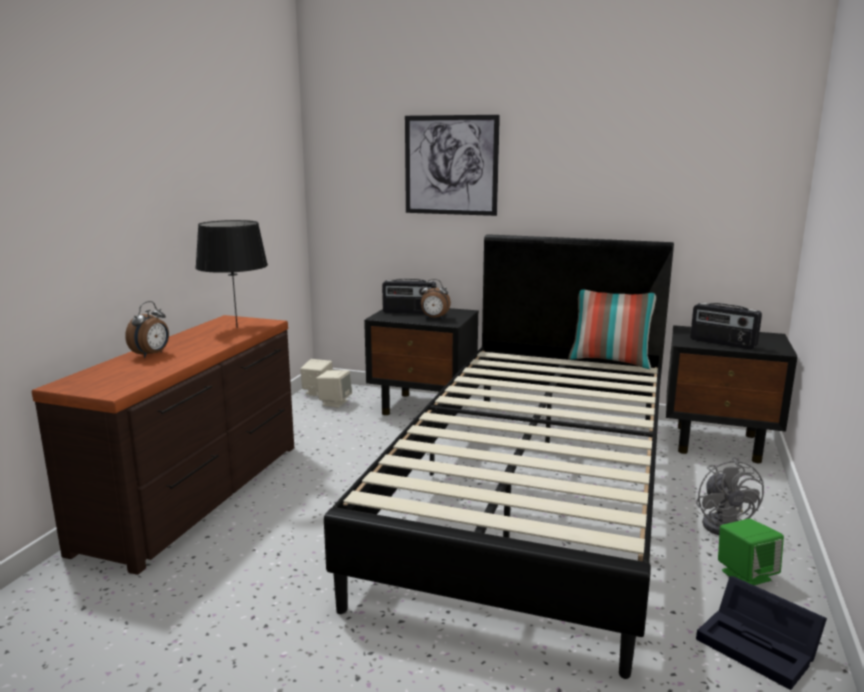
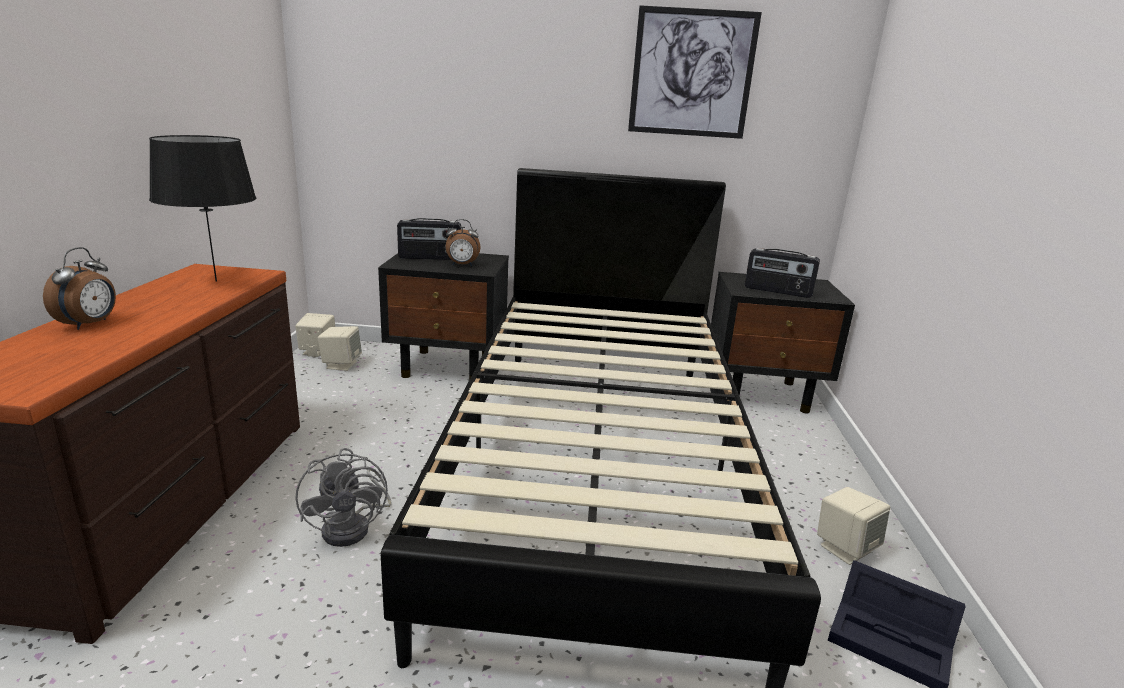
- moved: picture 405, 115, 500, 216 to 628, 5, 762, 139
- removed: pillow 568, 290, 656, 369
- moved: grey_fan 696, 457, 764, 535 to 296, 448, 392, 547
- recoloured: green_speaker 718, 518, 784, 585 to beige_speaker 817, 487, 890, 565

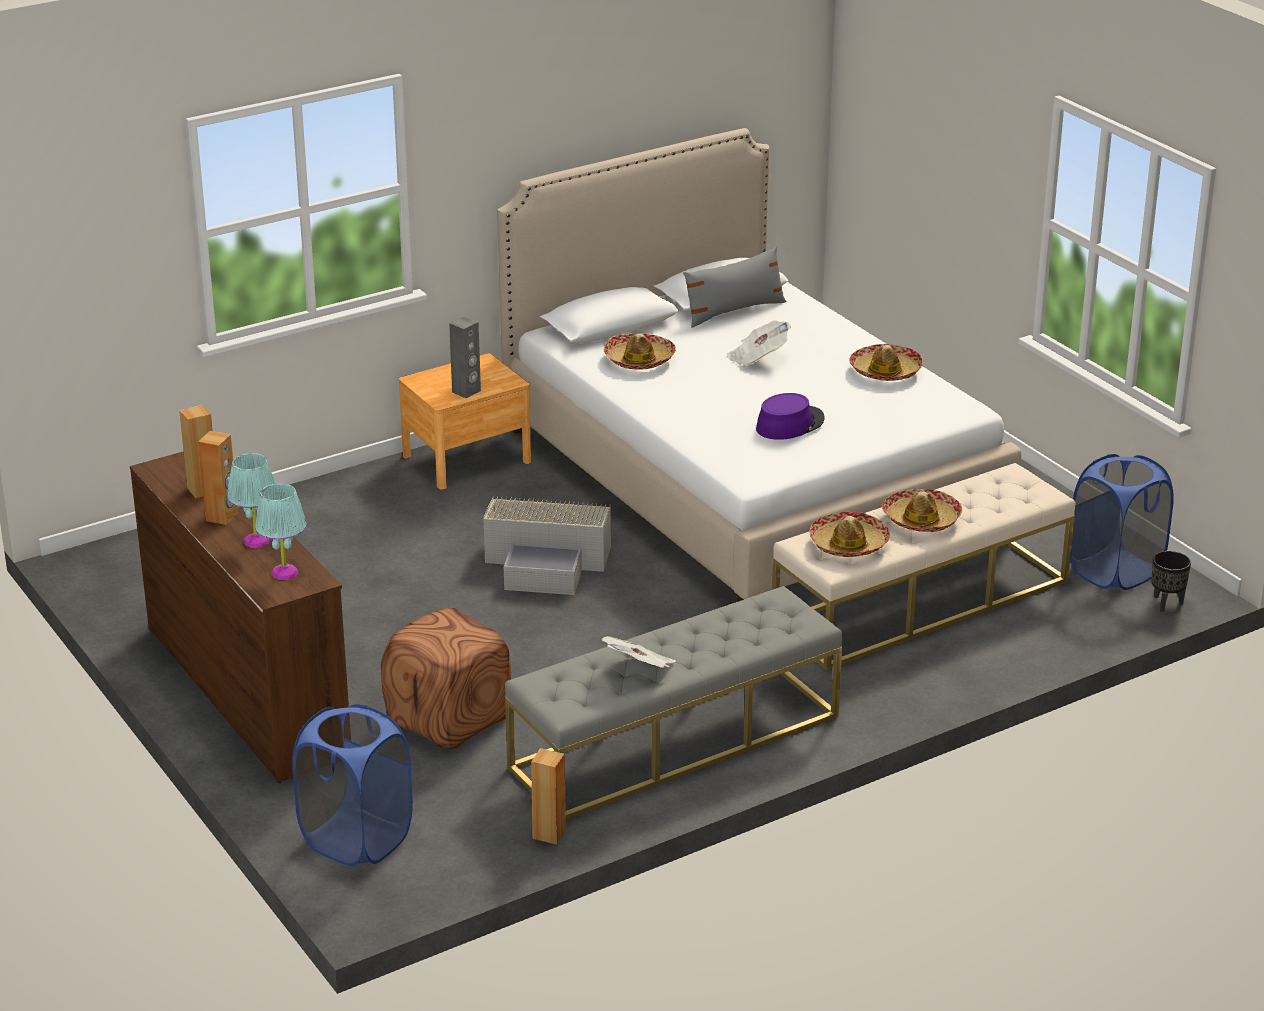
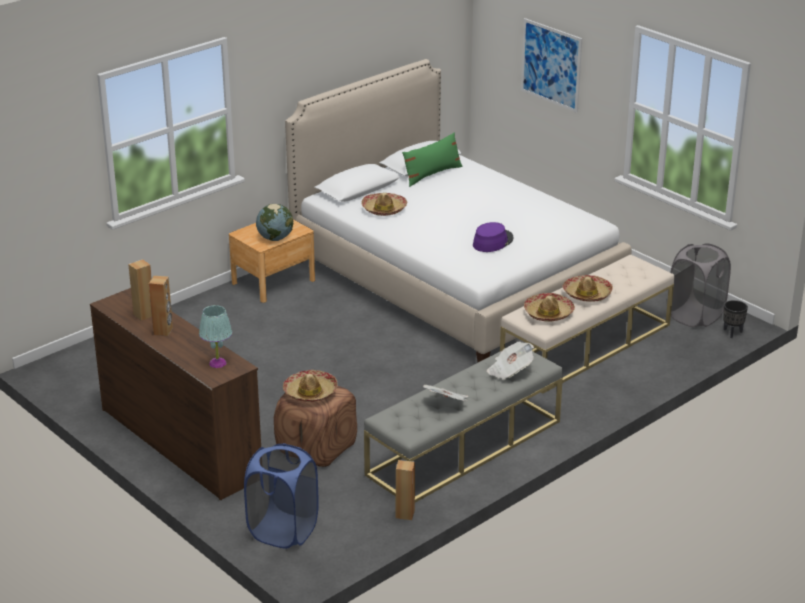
- recoloured: grey_pillow 683, 247, 787, 328 to green_pillow 402, 132, 463, 187
- replaced: grey_speaker 449, 317, 481, 398 to globe 256, 204, 293, 241
- moved: newspaper 727, 320, 791, 367 to 487, 341, 534, 380
- moved: hat 849, 344, 923, 381 to 283, 370, 338, 402
- removed: turquoise_table_lamp 227, 453, 275, 548
- recoloured: blue_laundry_basket 1070, 454, 1174, 590 to grey_laundry_basket 668, 243, 731, 327
- removed: grey_storage_box 483, 496, 611, 595
- added: picture 521, 18, 582, 113

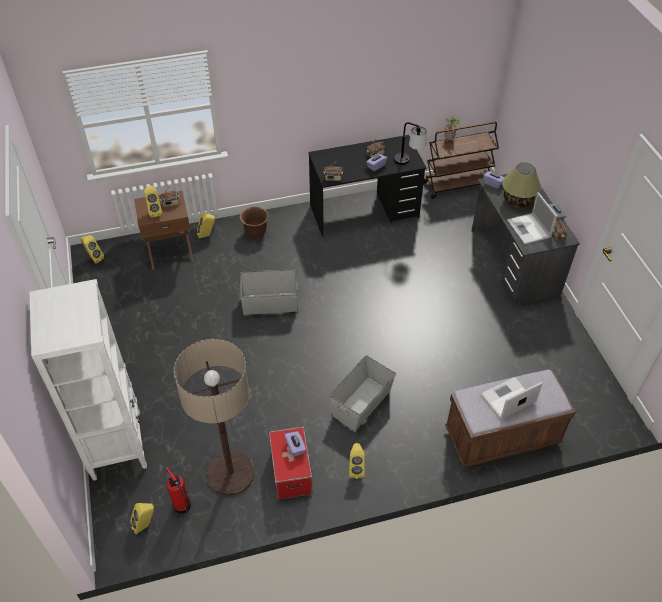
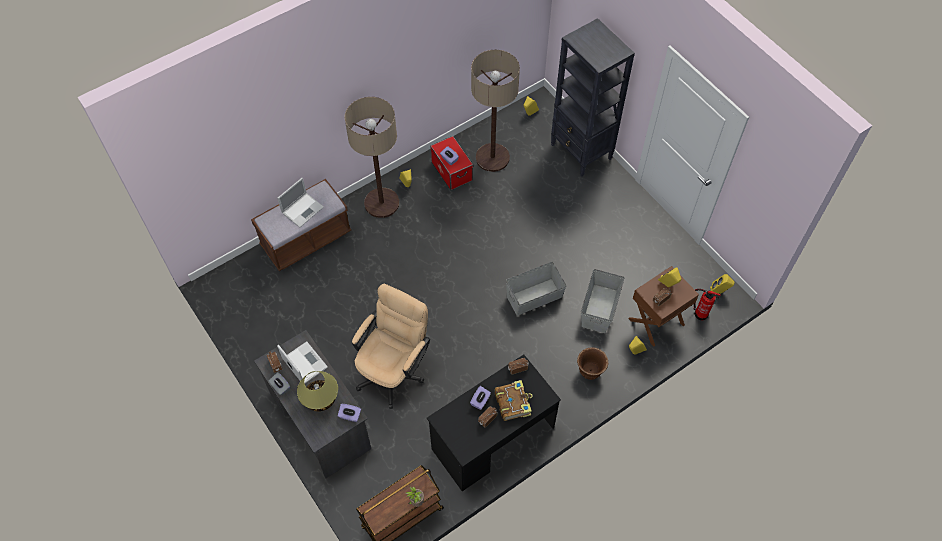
- removed: table_lamp 394, 122, 427, 165
- recoloured: white_bookcase 30, 279, 147, 480 to black_bookcase 551, 18, 635, 177
- moved: grey_storage_box 329, 355, 396, 431 to 581, 269, 624, 333
- moved: fire_extinguisher 166, 467, 191, 514 to 693, 289, 721, 320
- added: floor_lamp 345, 97, 399, 218
- added: beige_office_chair 352, 284, 430, 409
- added: book 495, 380, 533, 421

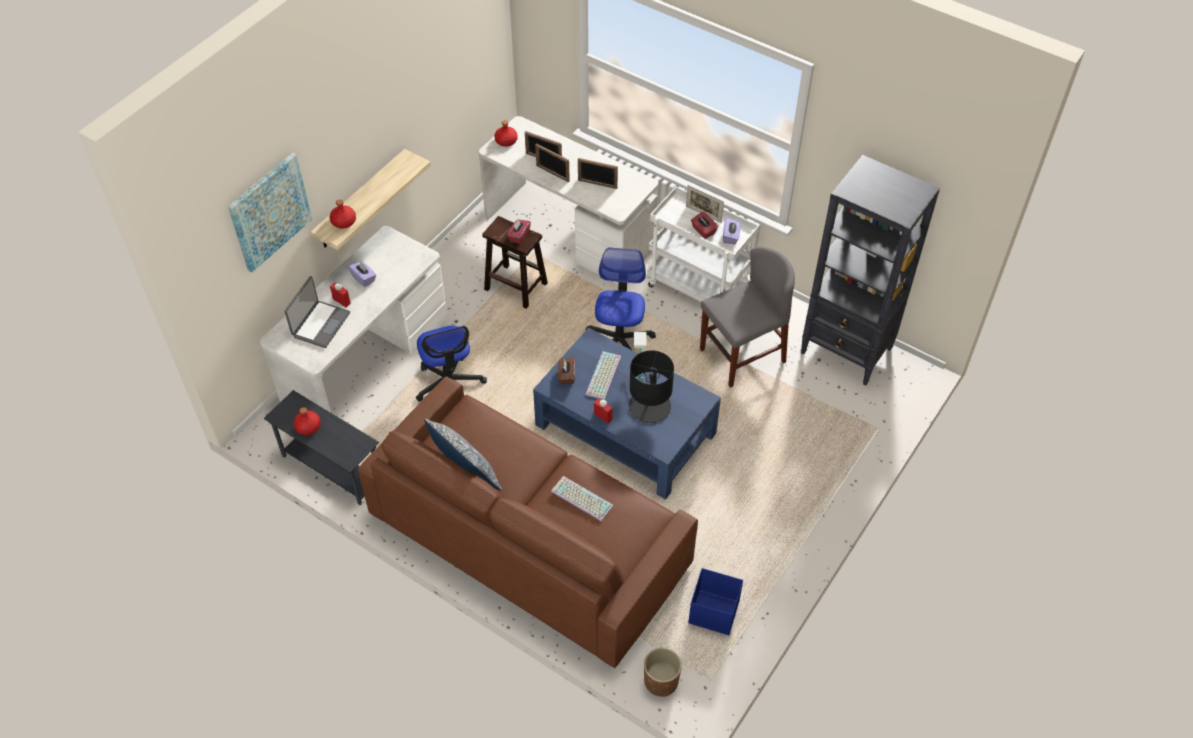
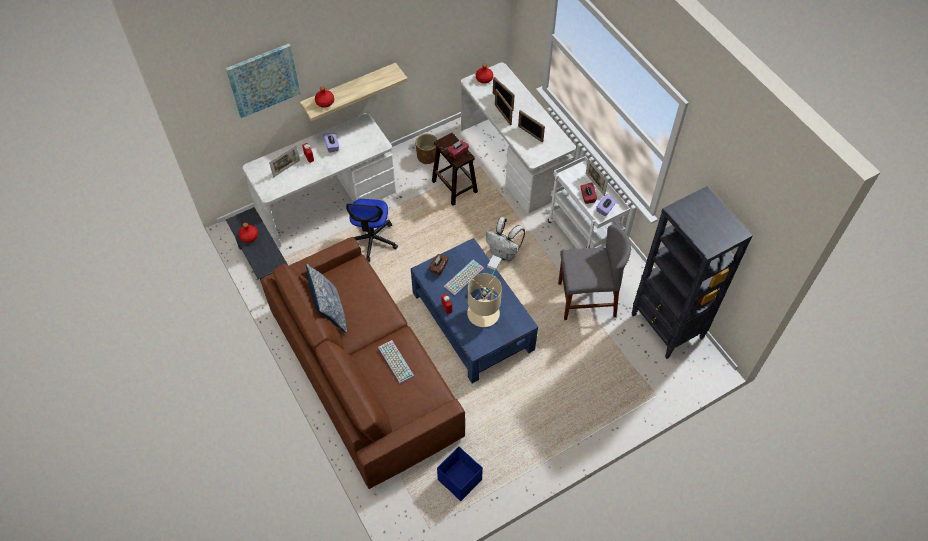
- replaced: office_chair 585, 248, 656, 350 to white_backpack 486, 217, 525, 262
- replaced: laptop 284, 276, 350, 348 to picture_frame 269, 145, 300, 178
- recoloured: black_table_lamp 629, 350, 674, 423 to beige_table_lamp 467, 273, 502, 327
- moved: brown_planter 644, 648, 682, 697 to 416, 134, 437, 164

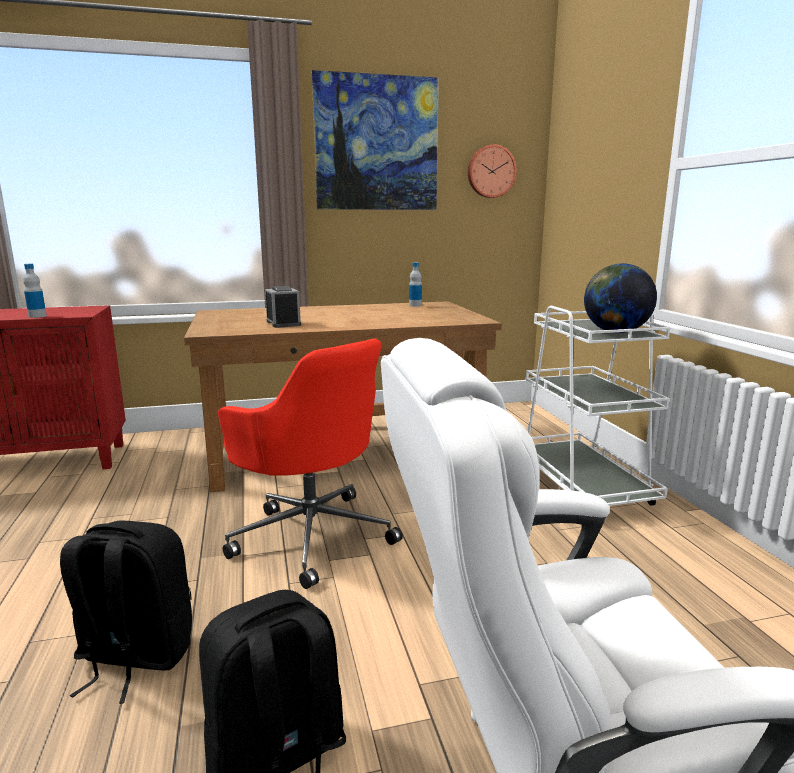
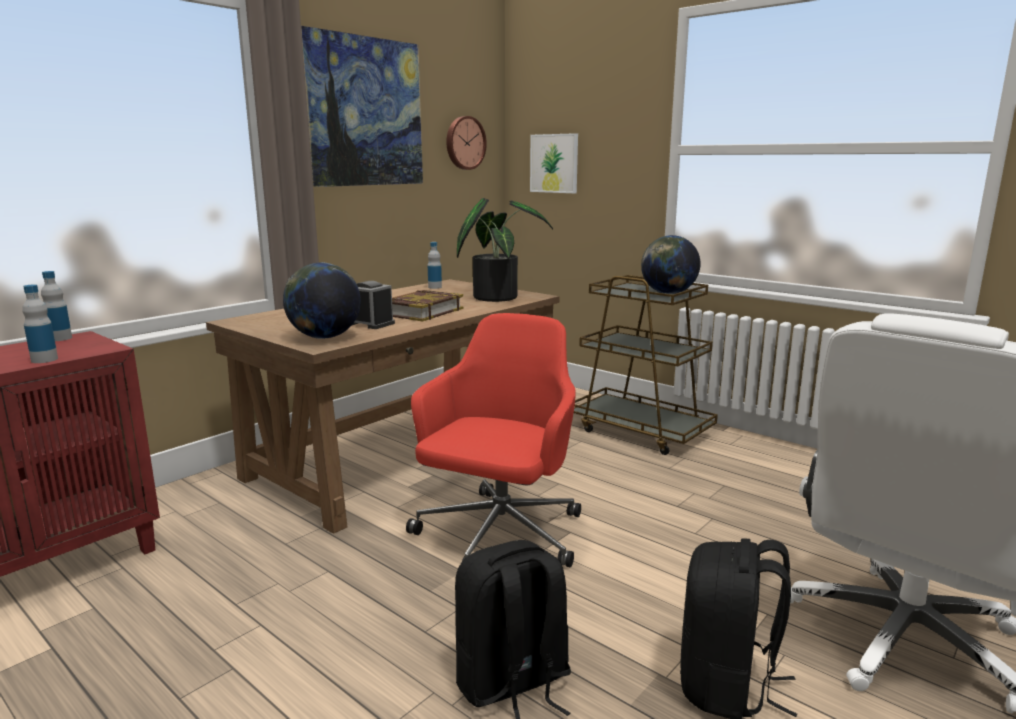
- recoloured: white_cart 526, 306, 671, 506 to brown_cart 574, 275, 718, 455
- turned: red_office_chair 218, 339, 403, 589 = 406, 313, 581, 567 75 degrees counterclockwise
- added: picture 530, 133, 578, 193
- added: potted_plant 457, 198, 553, 302
- added: globe 283, 262, 361, 339
- added: bottle 41, 271, 72, 341
- added: book 392, 290, 464, 321

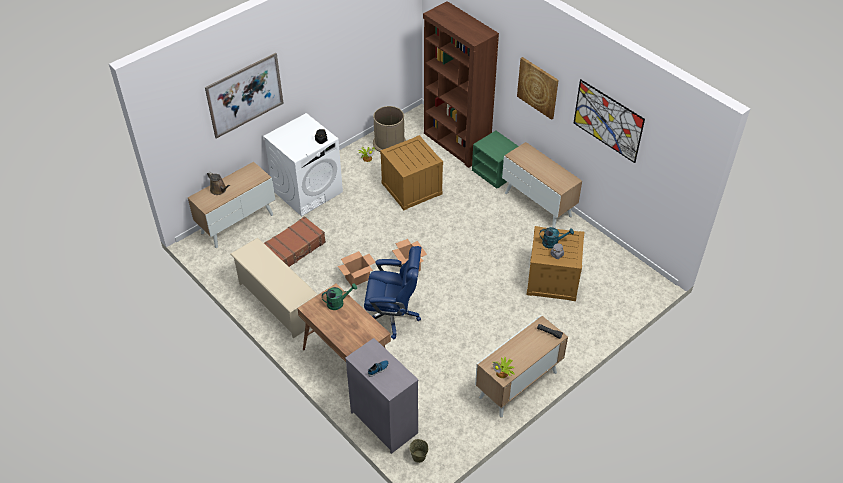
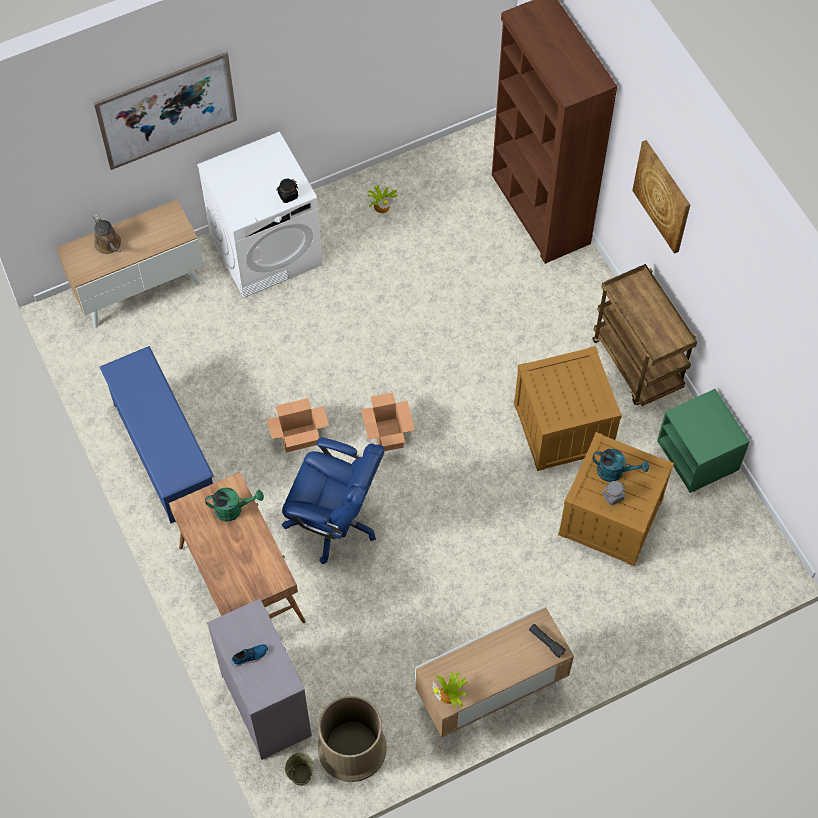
- removed: picture 574, 79, 645, 163
- moved: brown_trash_can 373, 106, 406, 152 to 318, 696, 387, 782
- moved: green_nightstand 472, 131, 518, 189 to 657, 389, 750, 493
- moved: crate 380, 135, 443, 210 to 514, 346, 622, 471
- replaced: cabinet 502, 142, 582, 228 to brown_cart 592, 264, 697, 406
- removed: brown_suitcase 264, 216, 326, 267
- recoloured: beige_shoe_rack 231, 238, 318, 338 to blue_shoe_rack 100, 346, 214, 523

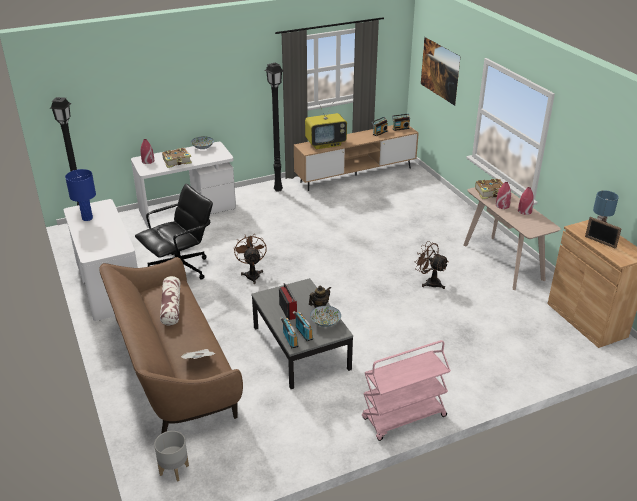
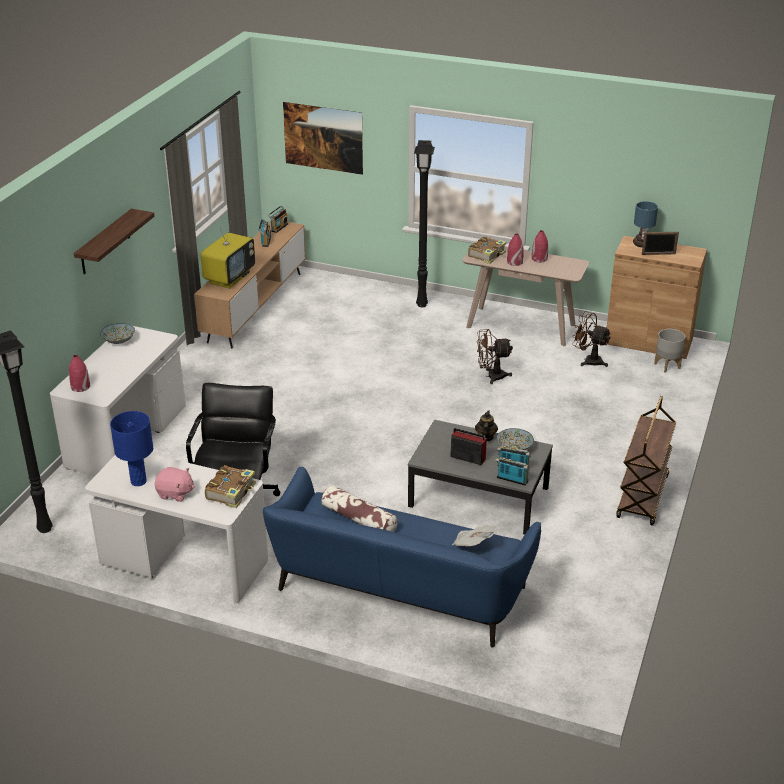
- moved: black_floor_lamp 264, 63, 283, 192 to 414, 140, 435, 307
- moved: book 162, 148, 192, 168 to 205, 465, 256, 508
- moved: brown_fan 234, 233, 267, 284 to 572, 311, 611, 367
- recoloured: brown_sofa 100, 257, 243, 434 to blue_sofa 263, 467, 541, 647
- recoloured: pink_cart 362, 340, 451, 441 to brown_cart 616, 396, 676, 526
- moved: grey_planter 154, 431, 189, 482 to 654, 329, 685, 373
- added: shelf 74, 209, 155, 274
- added: pink_plush_toy 154, 467, 195, 502

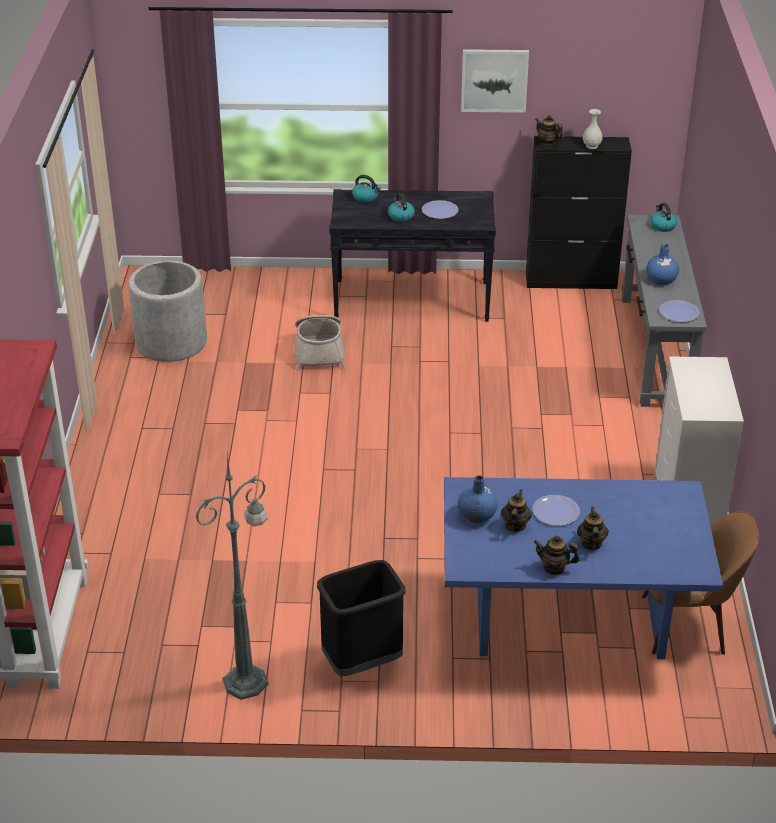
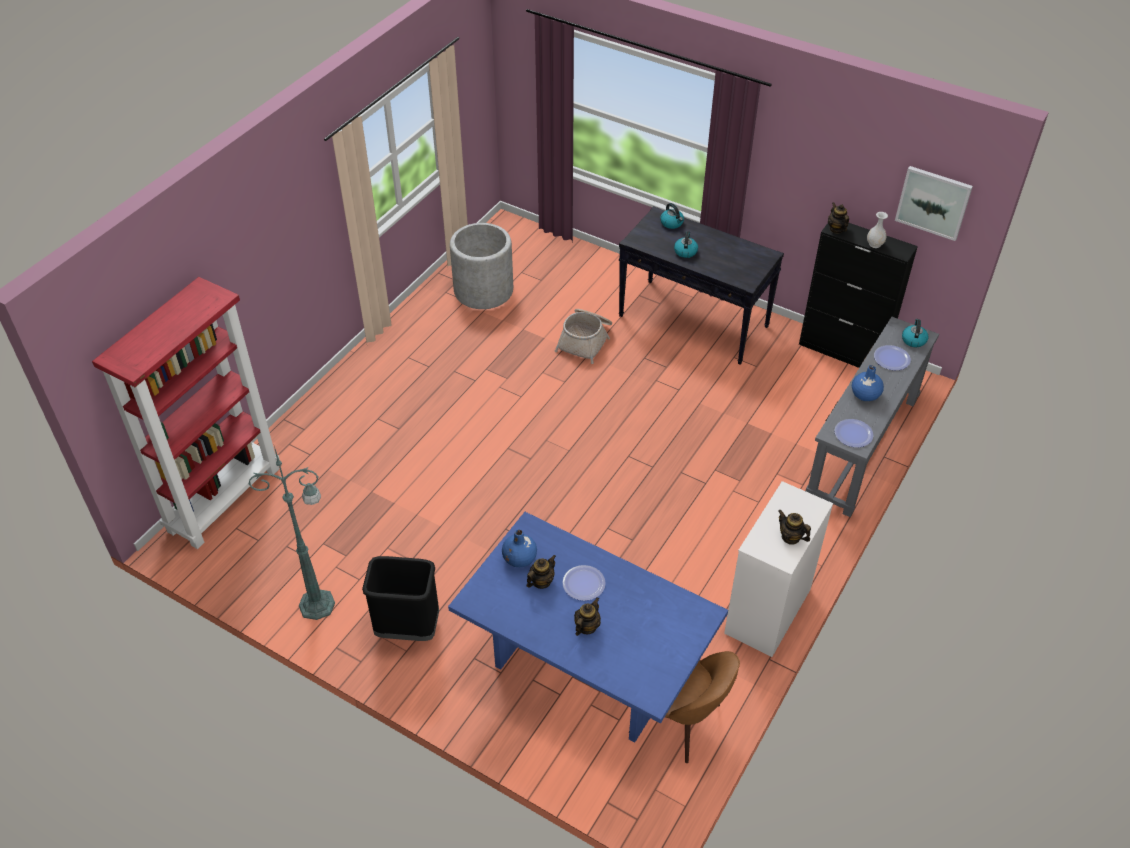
- moved: picture 461, 49, 529, 113 to 895, 166, 973, 241
- moved: plate 422, 200, 459, 219 to 874, 345, 911, 370
- moved: teapot 534, 535, 579, 575 to 779, 510, 811, 545

